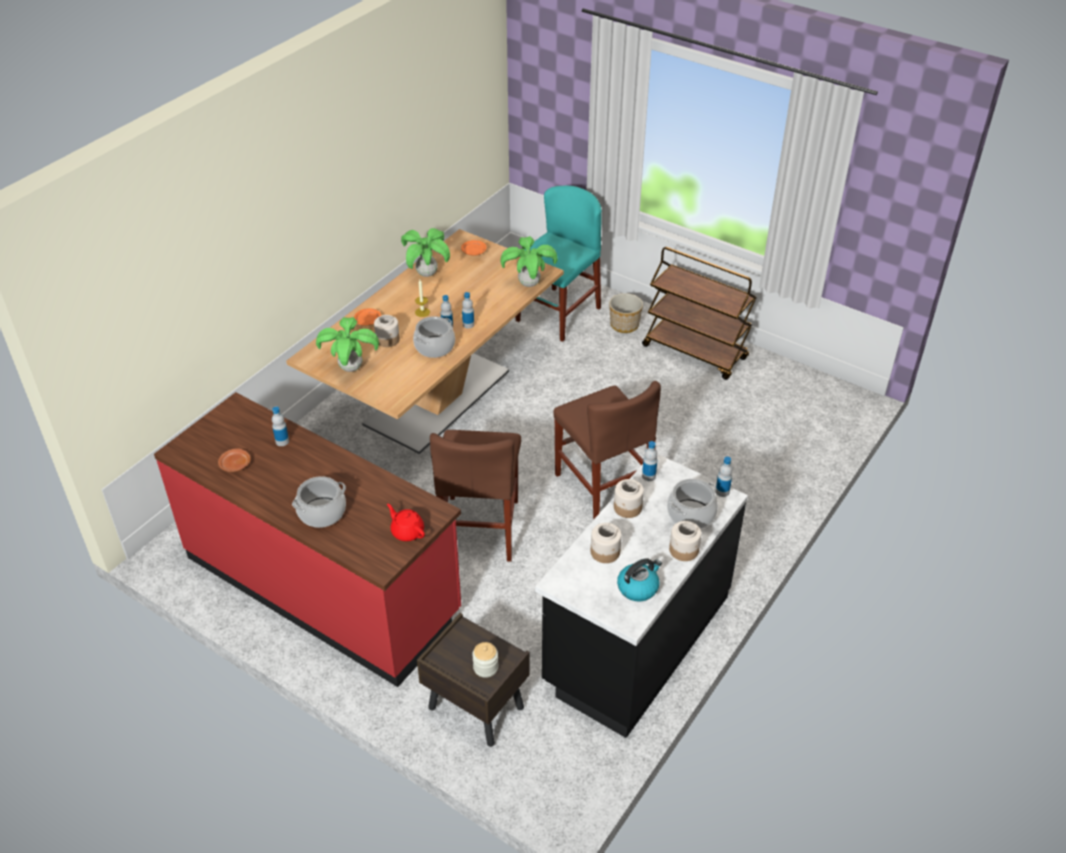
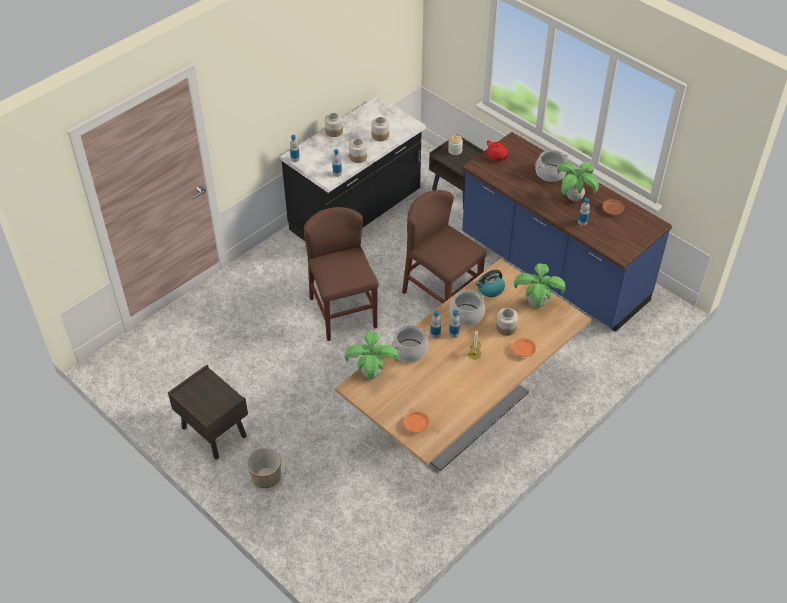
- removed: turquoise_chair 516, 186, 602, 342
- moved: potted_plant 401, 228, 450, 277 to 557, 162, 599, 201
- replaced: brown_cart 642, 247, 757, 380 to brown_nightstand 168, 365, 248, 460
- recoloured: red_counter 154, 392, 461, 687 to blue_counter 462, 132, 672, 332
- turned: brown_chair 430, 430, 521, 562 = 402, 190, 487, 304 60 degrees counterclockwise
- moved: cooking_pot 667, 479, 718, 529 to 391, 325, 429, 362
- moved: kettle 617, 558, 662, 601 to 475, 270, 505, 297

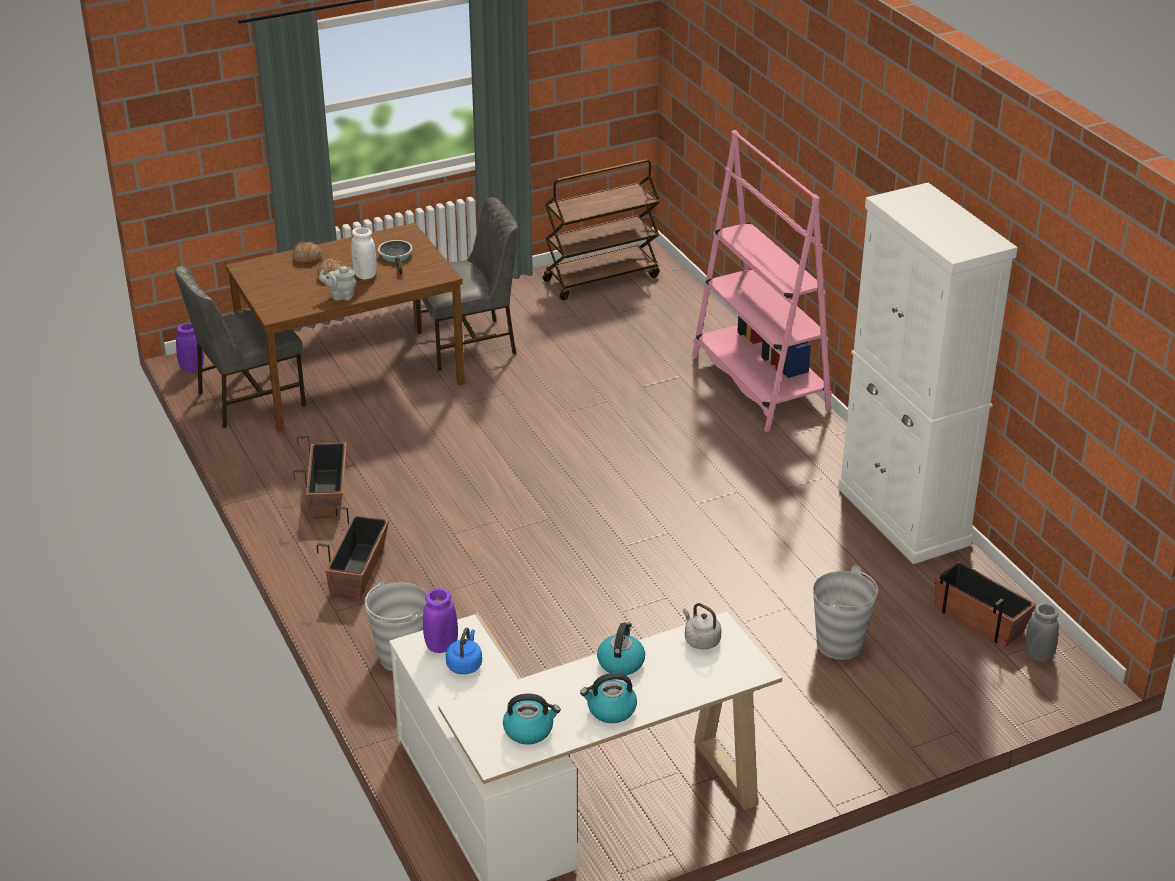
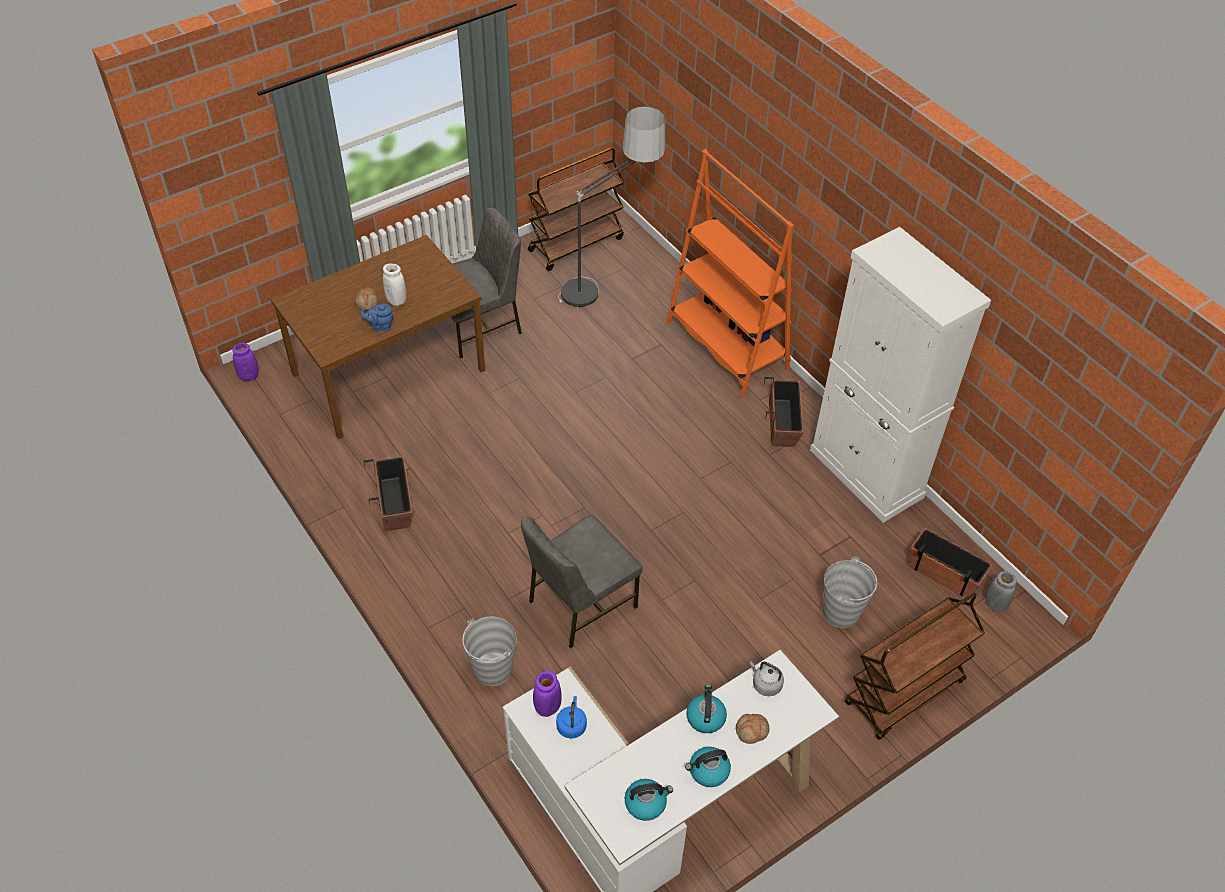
- recoloured: pink_bookcase 692, 130, 832, 432 to orange_bookcase 667, 149, 794, 397
- removed: frying_pan 378, 240, 413, 275
- moved: bread 292, 241, 322, 263 to 736, 714, 770, 744
- moved: grey_chair 175, 266, 306, 428 to 521, 514, 643, 648
- recoloured: grey_teapot 319, 266, 357, 301 to blue_teapot 360, 304, 394, 332
- moved: planter 317, 506, 389, 599 to 764, 377, 804, 447
- added: floor_lamp 558, 107, 666, 307
- added: brown_cart 845, 593, 985, 740

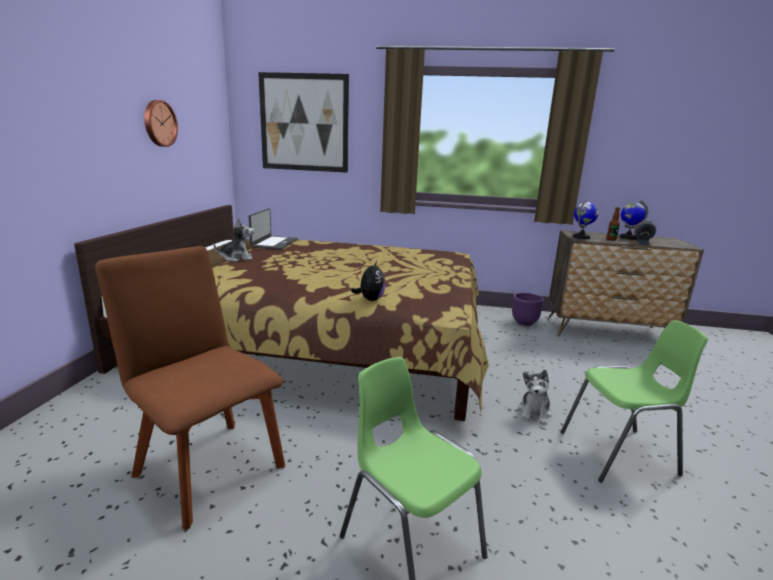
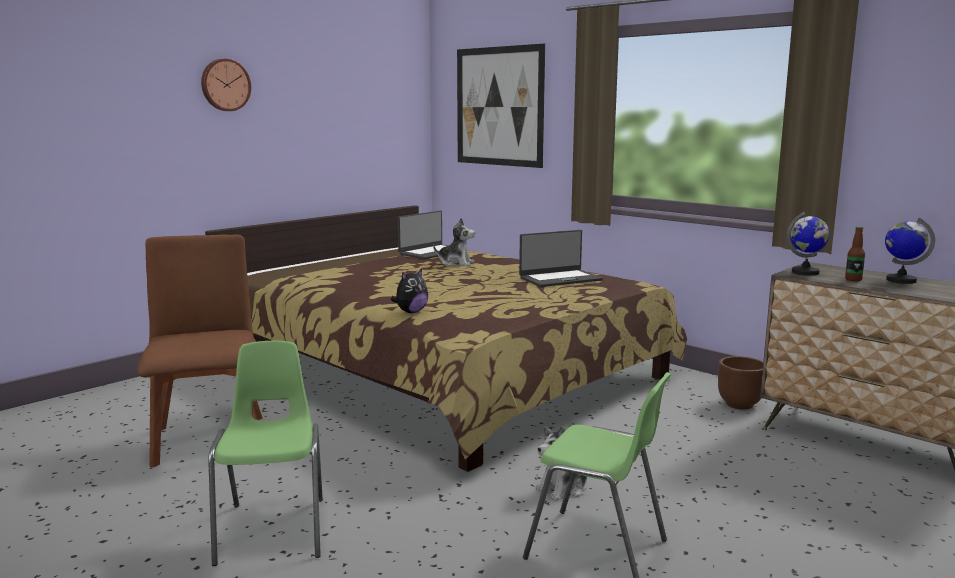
- moved: wall_clock 144, 100, 178, 147 to 201, 59, 251, 111
- moved: plush_toy 213, 218, 254, 262 to 433, 218, 475, 266
- removed: alarm_clock 632, 220, 656, 245
- recoloured: purple_planter 512, 292, 544, 326 to brown_planter 718, 356, 763, 410
- added: laptop 519, 230, 603, 287

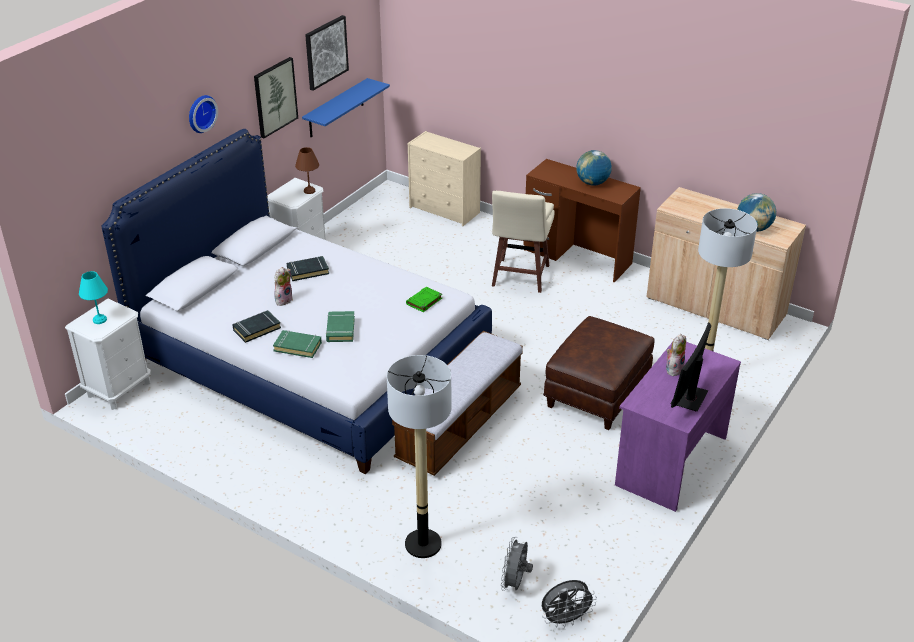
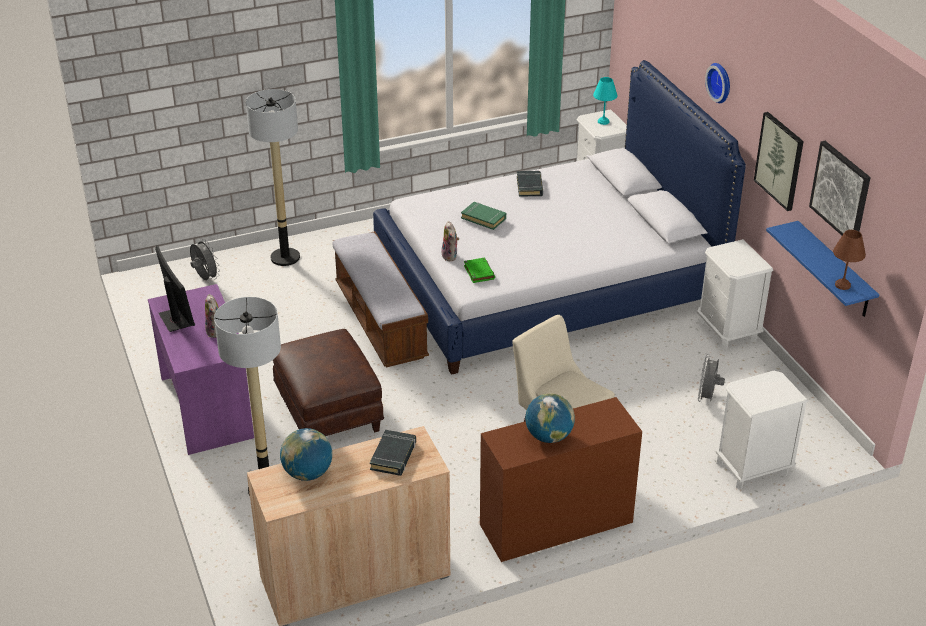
- replaced: beige_dresser 408, 131, 481, 226 to white_nightstand 716, 371, 808, 489
- moved: brown_table_lamp 295, 147, 319, 194 to 833, 230, 866, 290
- moved: black_book 287, 256, 329, 281 to 370, 430, 416, 476
- moved: plush_toy 274, 267, 293, 307 to 441, 221, 459, 261
- removed: green_book 273, 330, 322, 358
- moved: grey_fan 542, 580, 597, 628 to 698, 354, 725, 402

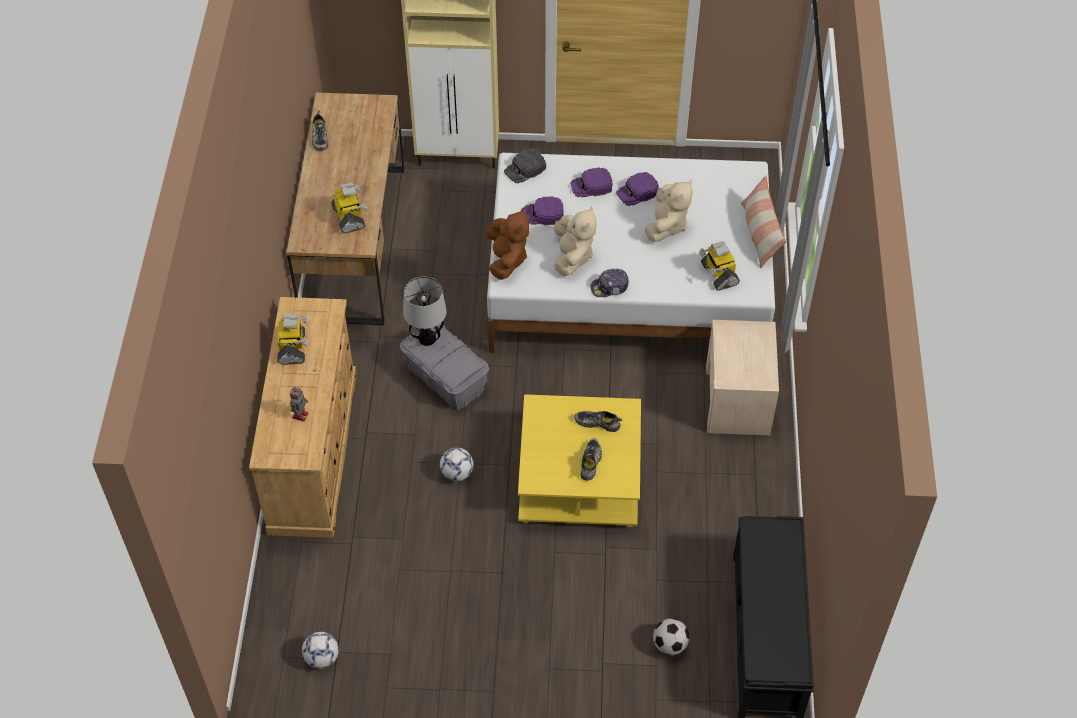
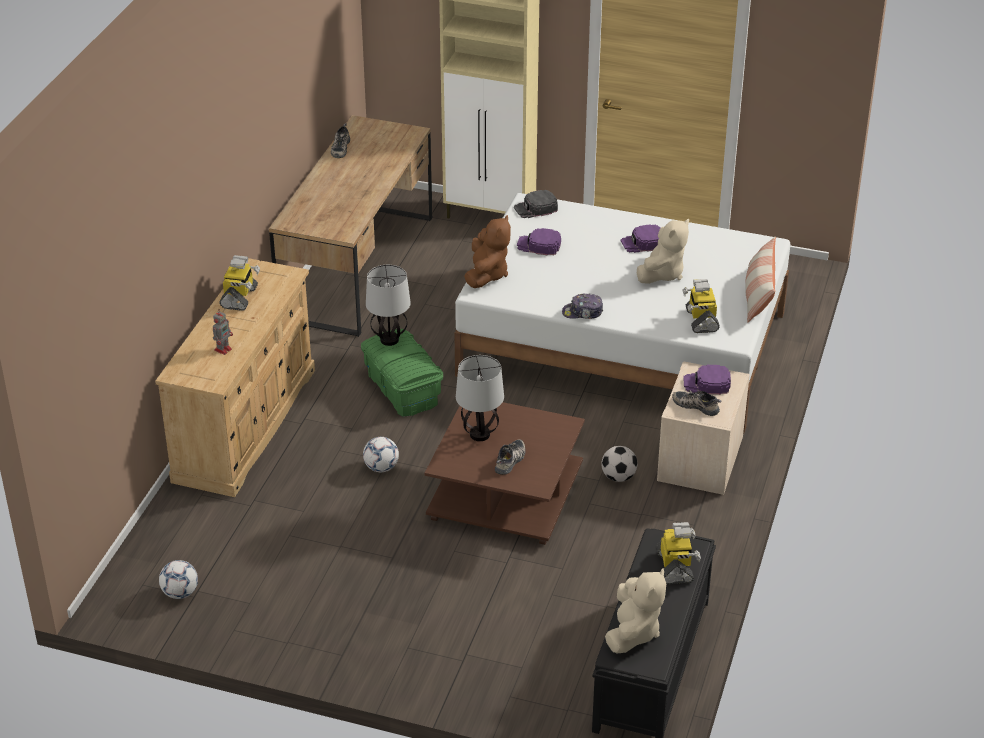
- moved: purple_cap 570, 167, 613, 197 to 683, 365, 731, 395
- moved: toy_robot 331, 182, 368, 233 to 656, 522, 701, 584
- moved: beige_plush_toy 554, 206, 596, 276 to 605, 568, 666, 654
- recoloured: grey_storage_box 400, 323, 489, 410 to green_storage_box 361, 329, 443, 417
- recoloured: yellow_coffee_table 518, 394, 641, 527 to brown_coffee_table 425, 402, 585, 545
- moved: shoe 574, 411, 622, 432 to 672, 390, 722, 416
- moved: football 653, 618, 689, 655 to 601, 446, 638, 482
- added: table_lamp 456, 355, 504, 441

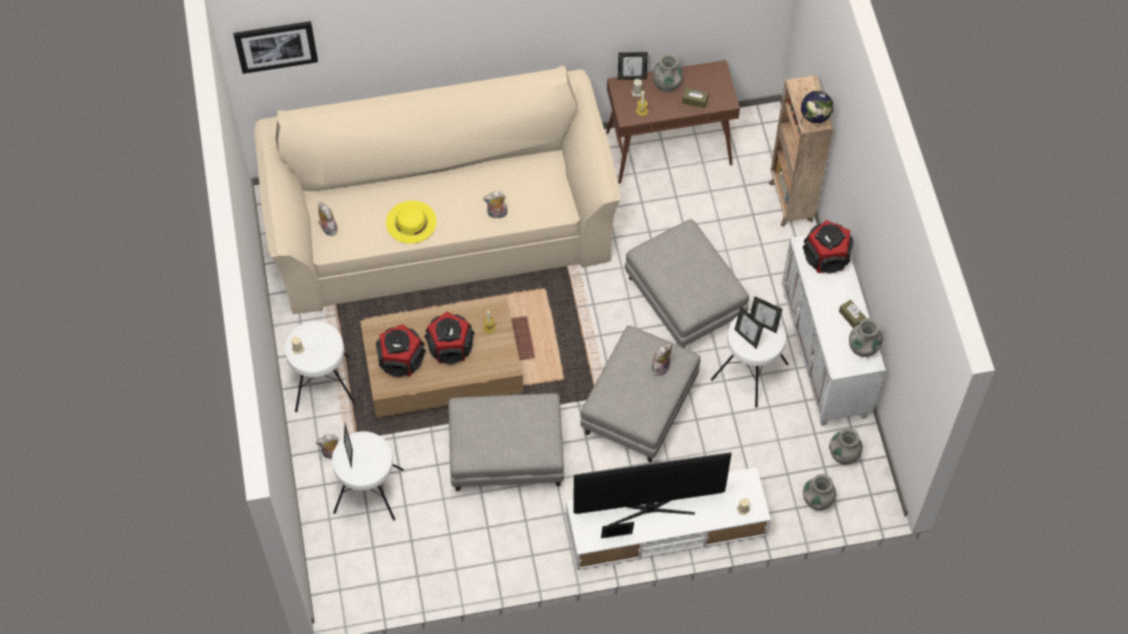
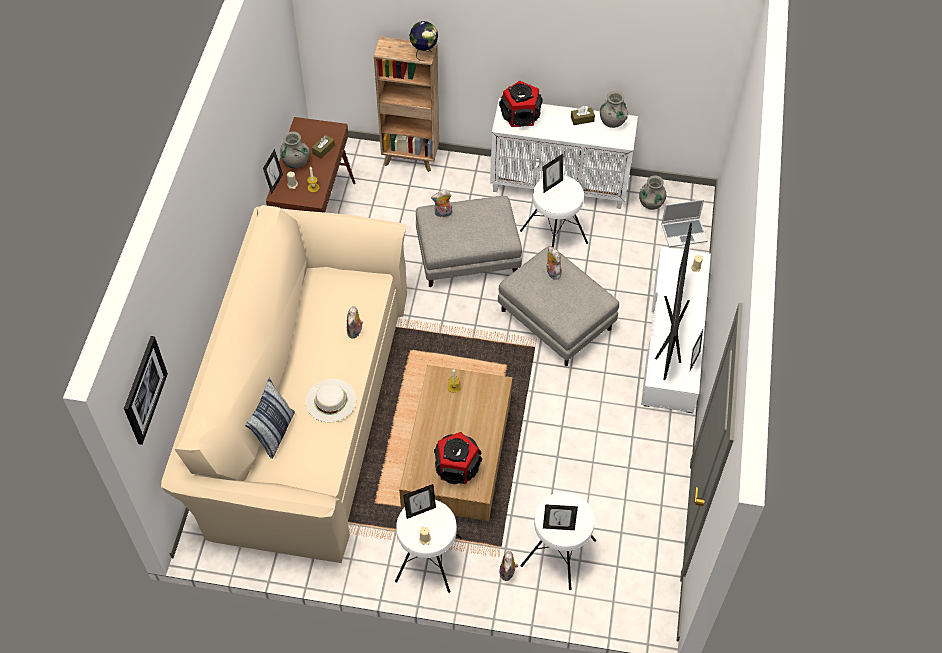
- recoloured: yellow_hat 386, 201, 437, 244 to white_hat 305, 379, 356, 422
- moved: plush_toy 318, 202, 338, 236 to 431, 190, 453, 217
- moved: picture_frame 734, 307, 764, 349 to 403, 484, 436, 519
- removed: speaker 425, 312, 474, 364
- removed: grey_ottoman 448, 393, 564, 491
- replaced: grey_vase 803, 474, 837, 510 to laptop 661, 199, 708, 247
- added: pillow 245, 377, 295, 459

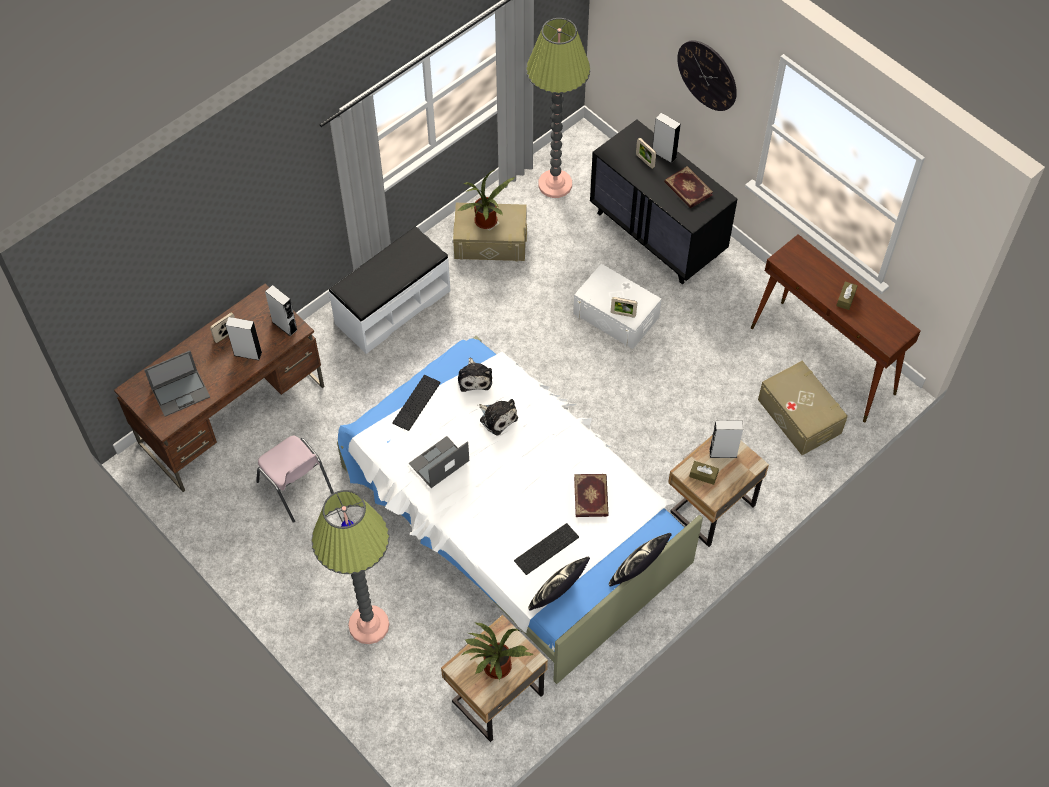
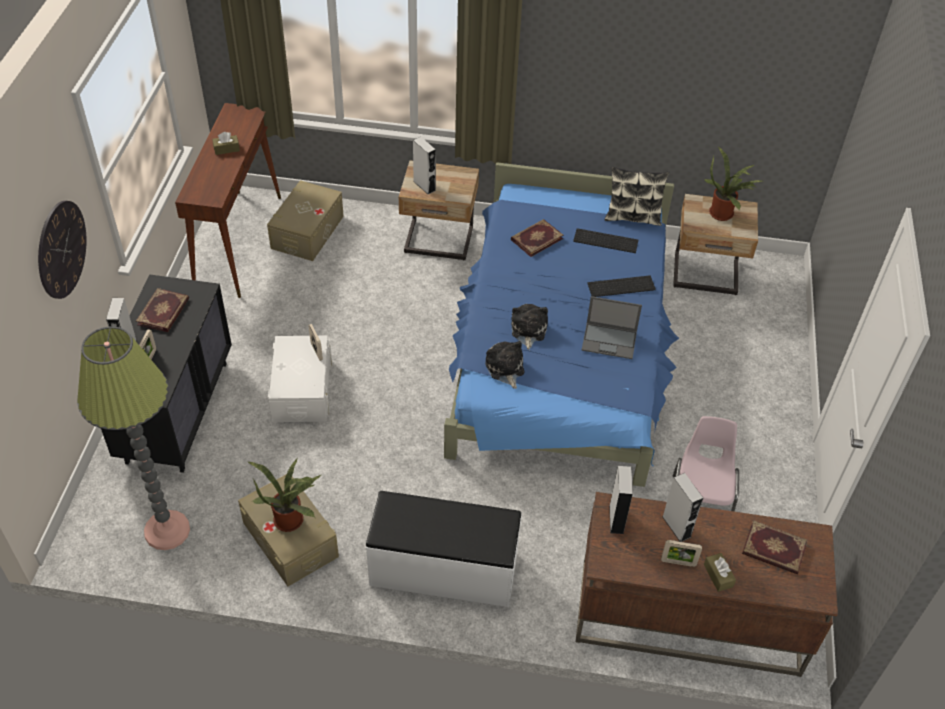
- recoloured: white_bed 337, 336, 703, 684 to blue_bed 444, 162, 679, 487
- replaced: laptop 144, 350, 210, 417 to book 742, 520, 808, 574
- turned: plush_toy 458, 358, 492, 392 = 485, 341, 524, 389 60 degrees counterclockwise
- moved: keyboard 392, 375, 440, 431 to 588, 275, 656, 297
- moved: brown_tissue_box 689, 461, 719, 485 to 704, 553, 736, 592
- removed: floor_lamp 311, 490, 389, 644
- removed: pillow 609, 533, 672, 587

